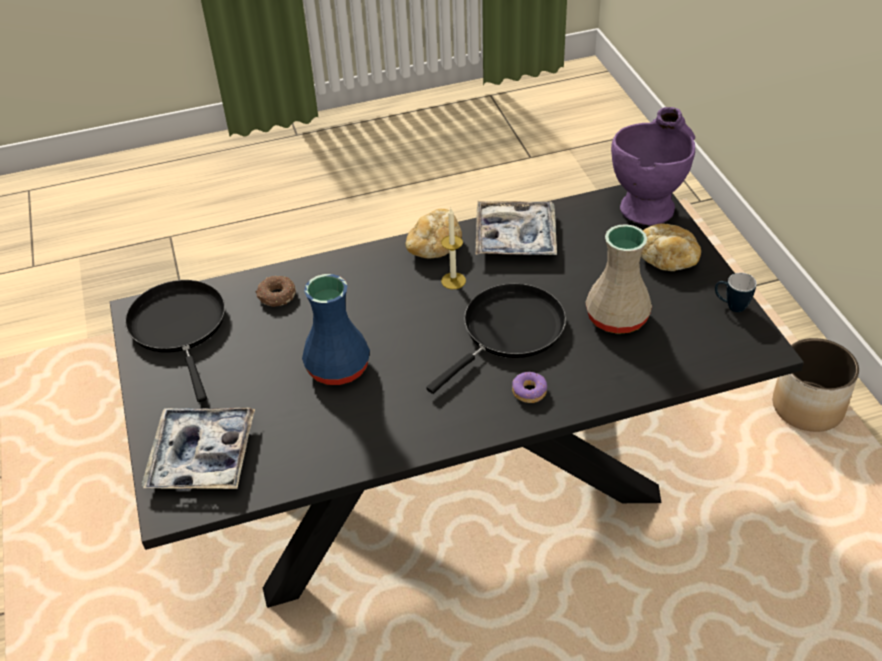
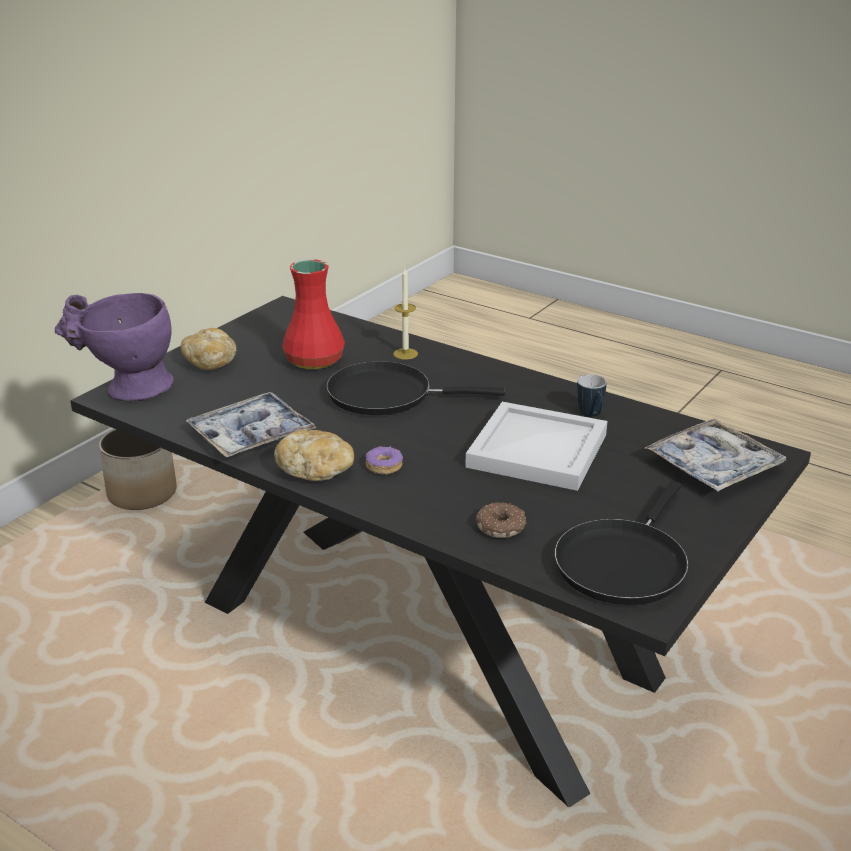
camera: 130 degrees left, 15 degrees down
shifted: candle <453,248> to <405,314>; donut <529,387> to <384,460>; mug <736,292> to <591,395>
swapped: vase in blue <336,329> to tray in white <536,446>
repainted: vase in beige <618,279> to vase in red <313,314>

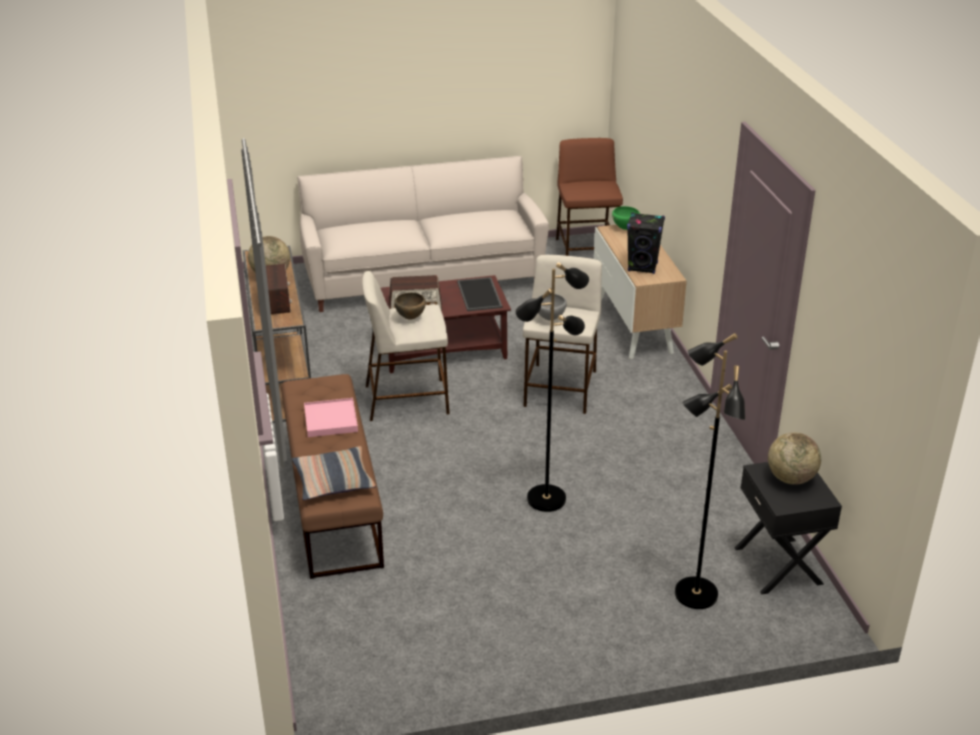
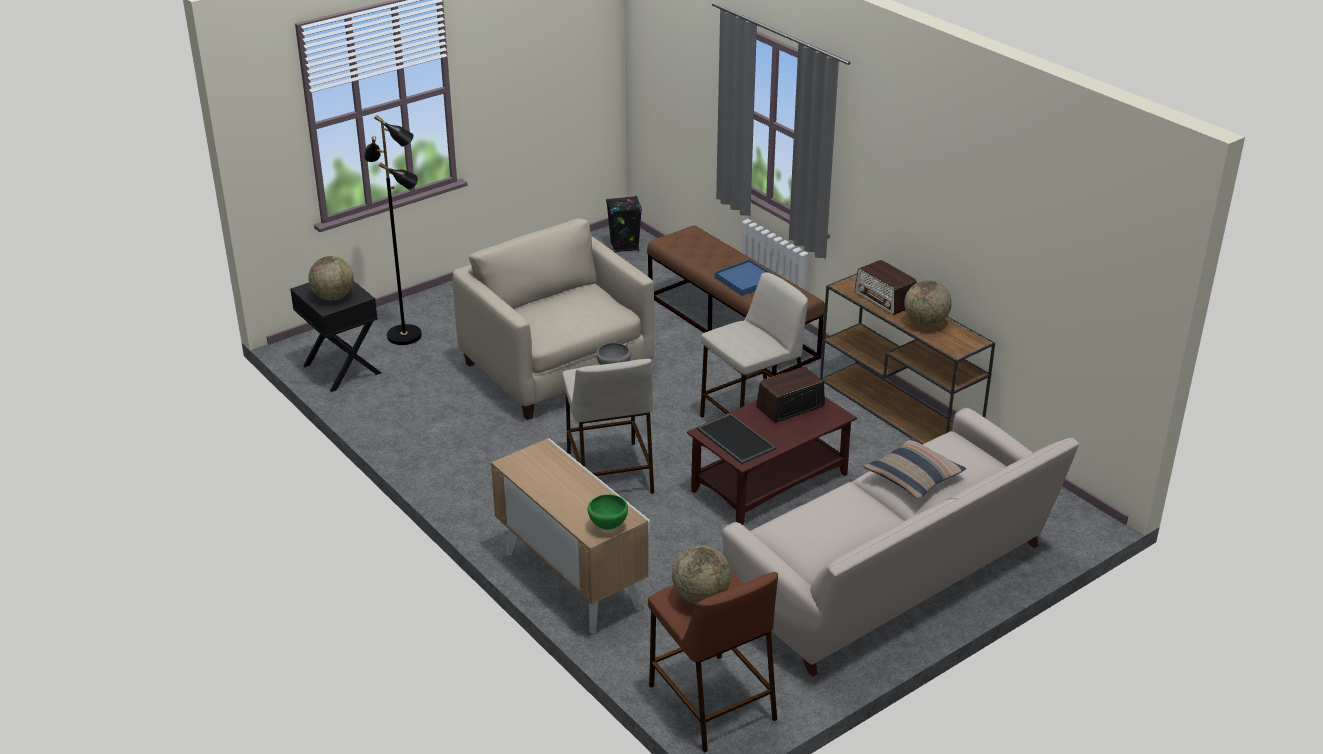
camera: 155 degrees right, 0 degrees up
gone: bowl in brown <410,306>
new: globe <701,575>
shifted: pillow <334,473> to <915,468>; speaker in black <646,243> to <624,224>
swapped: floor lamp in black <552,387> to armchair in beige <553,319>
repainted: tray in pink <331,417> to tray in blue <743,278>

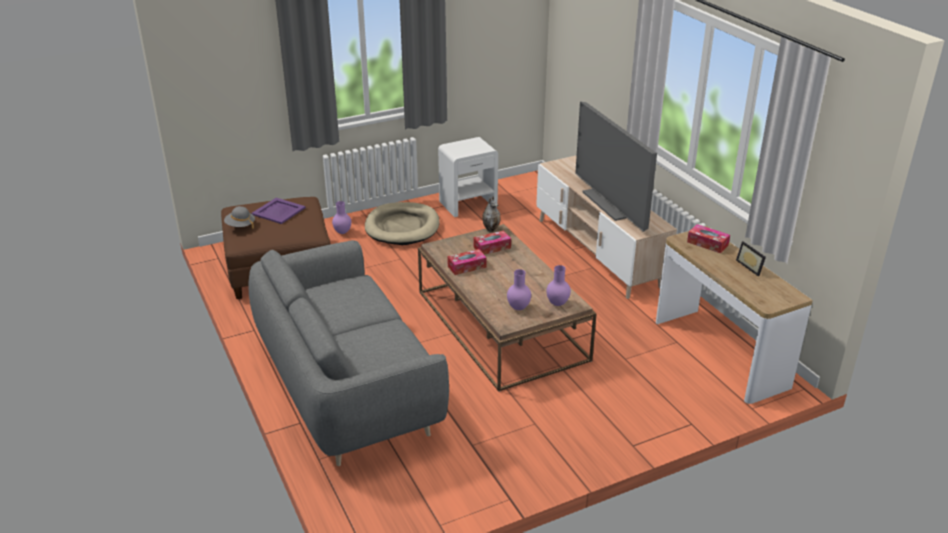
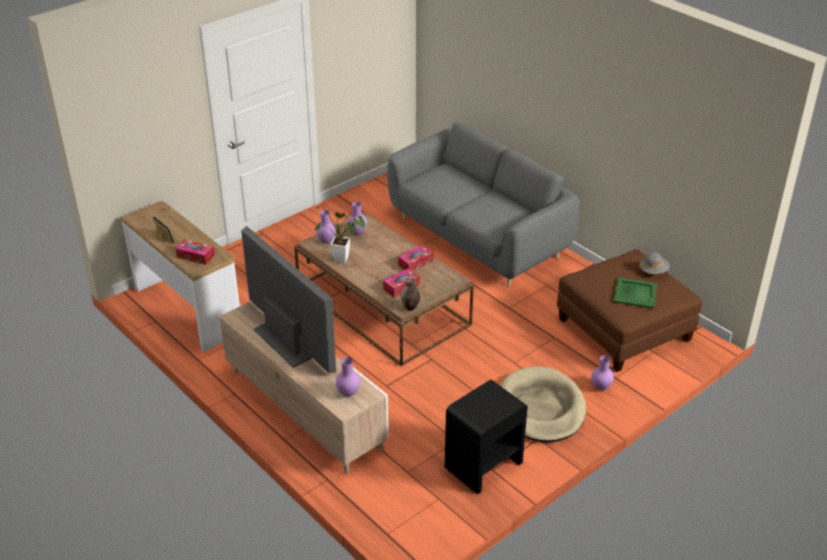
camera: 165 degrees right, 5 degrees up
new: potted plant <340,235>; vase in purple <348,377>
repainted: tray in purple <278,211> to tray in green <635,293>; nightstand in white <468,177> to nightstand in black <486,437>

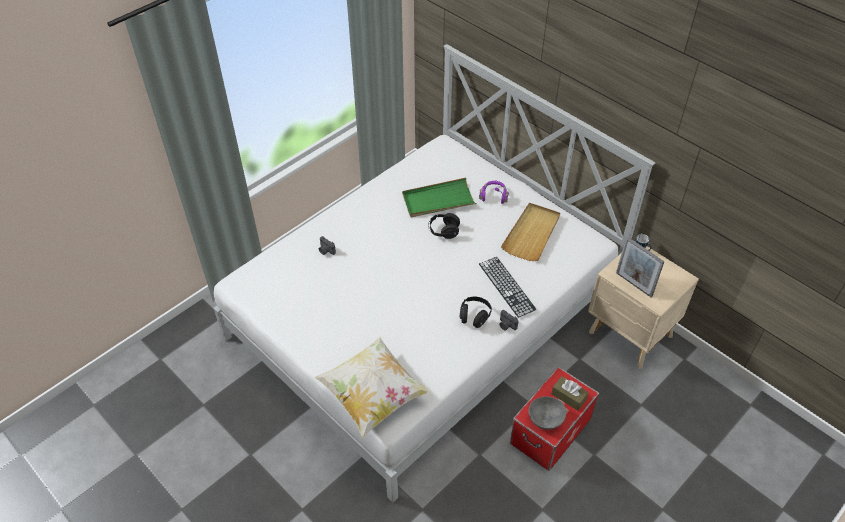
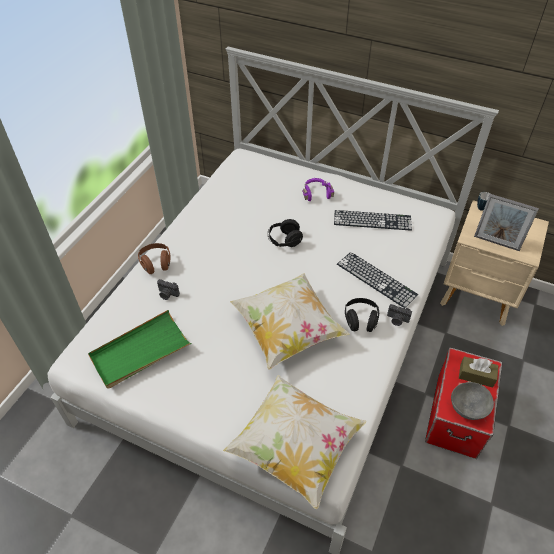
camera: 20 degrees left, 0 degrees up
new: headphones in brown <154,258>; pillow <290,321>
shifted: tray in green <439,197> to <139,349>
swapped: tray in beige <530,232> to keyboard <373,220>

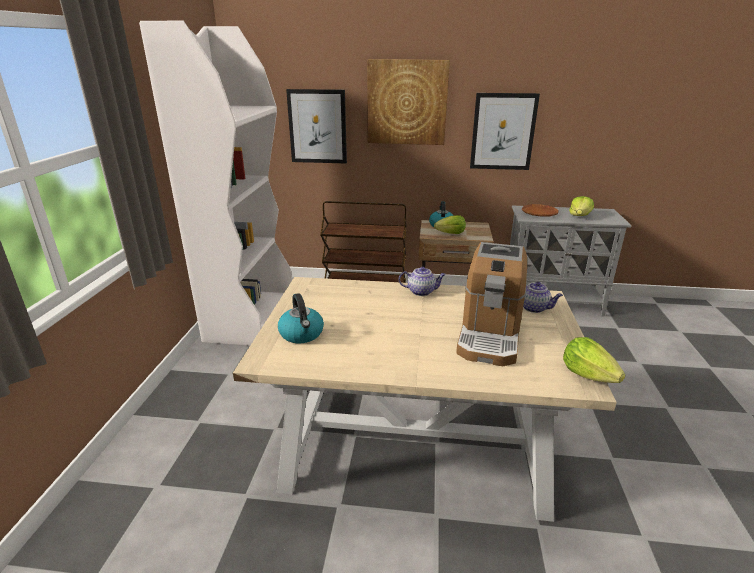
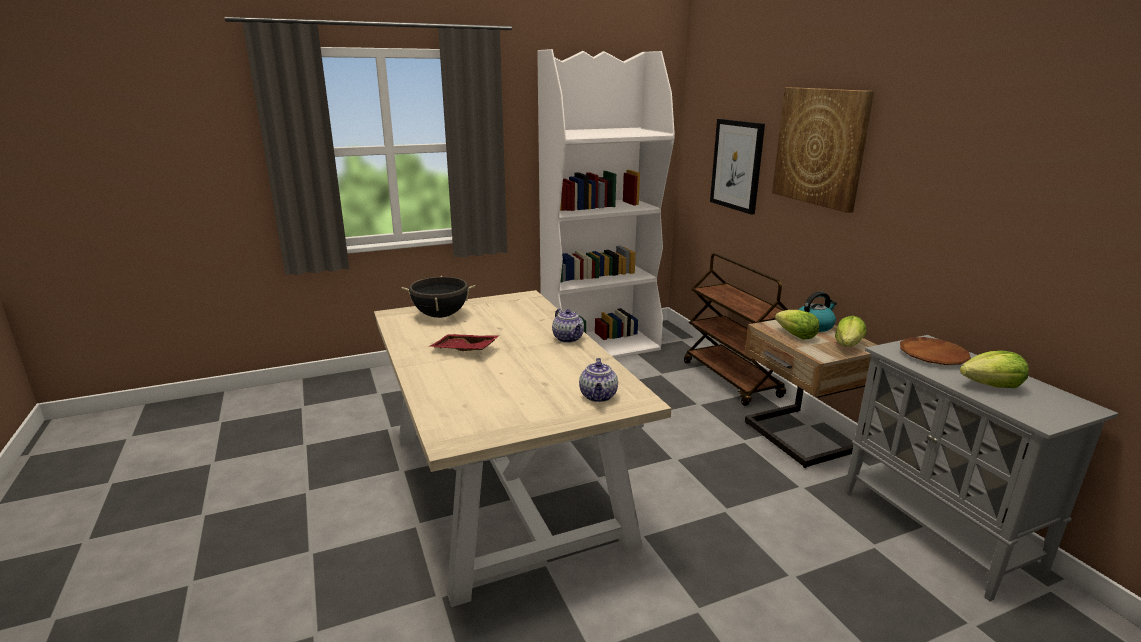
camera: 60 degrees right, 5 degrees down
gone: coffee machine <491,304>; picture <505,131>
new: tray in red <464,342>
shifted: lettuce <594,360> to <850,331>
swapped: kettle <301,318> to cooking pot in black <438,297>

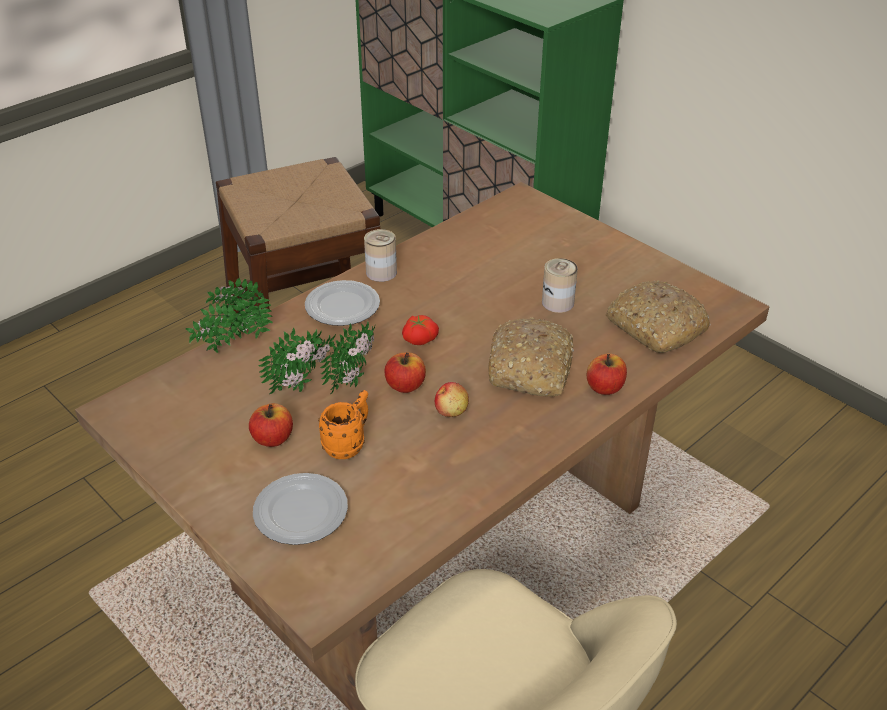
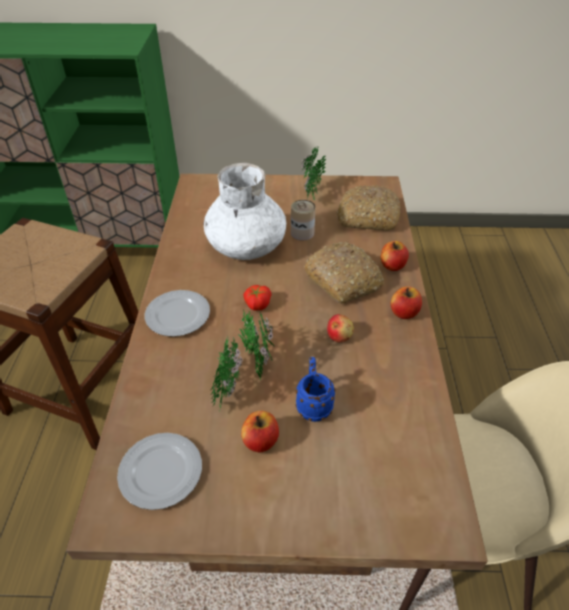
camera: 45 degrees left, 5 degrees up
gone: can <380,255>
new: vase in white <244,211>
shifted: potted plant <229,315> to <314,173>; plate <300,509> to <159,471>; apple <405,372> to <406,302>
repainted: mug in orange <343,424> to mug in blue <315,389>

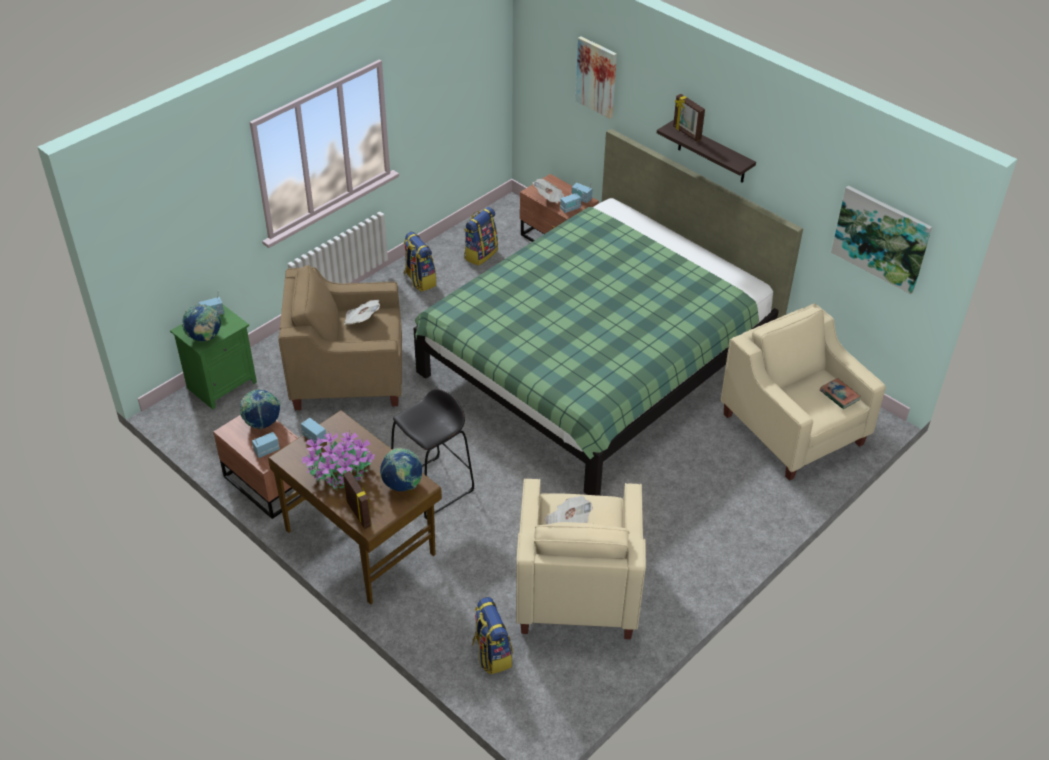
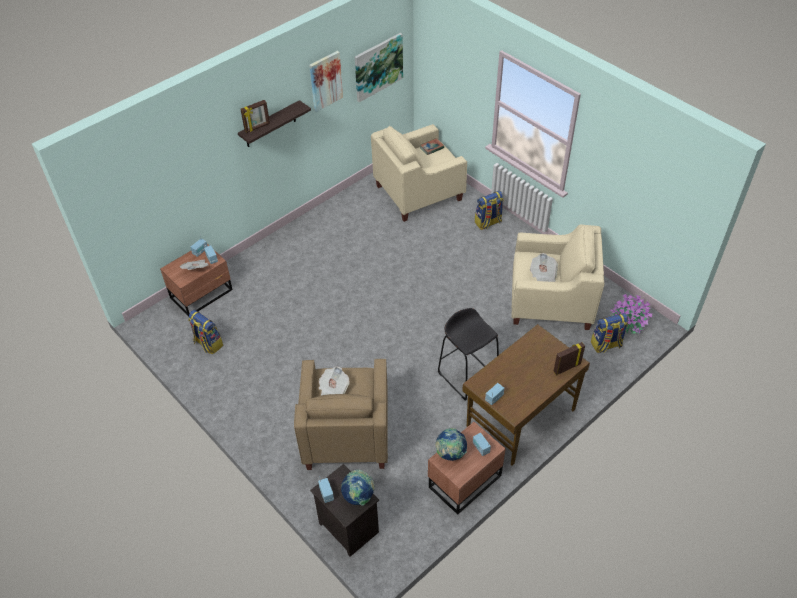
camera: 85 degrees left, 5 degrees up
gone: globe <401,469>; bed in green <608,312>
shifted: potted plant <338,461> to <631,314>; backpack <419,262> to <489,210>; picture <596,77> to <326,81>
repainted: nightstand in green <213,357> to nightstand in black <344,510>

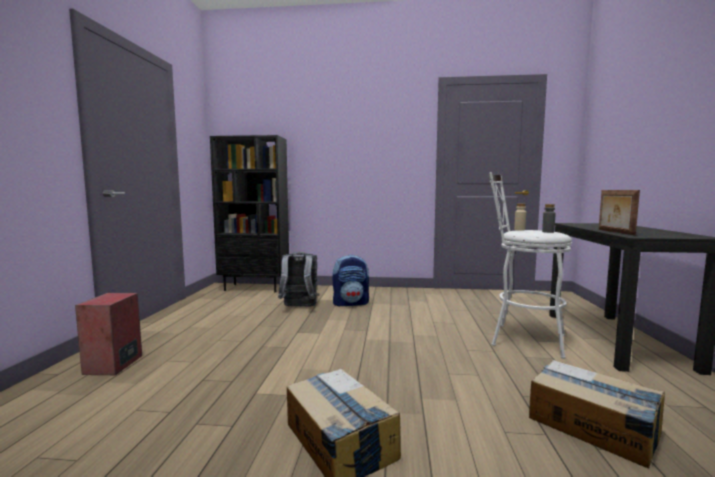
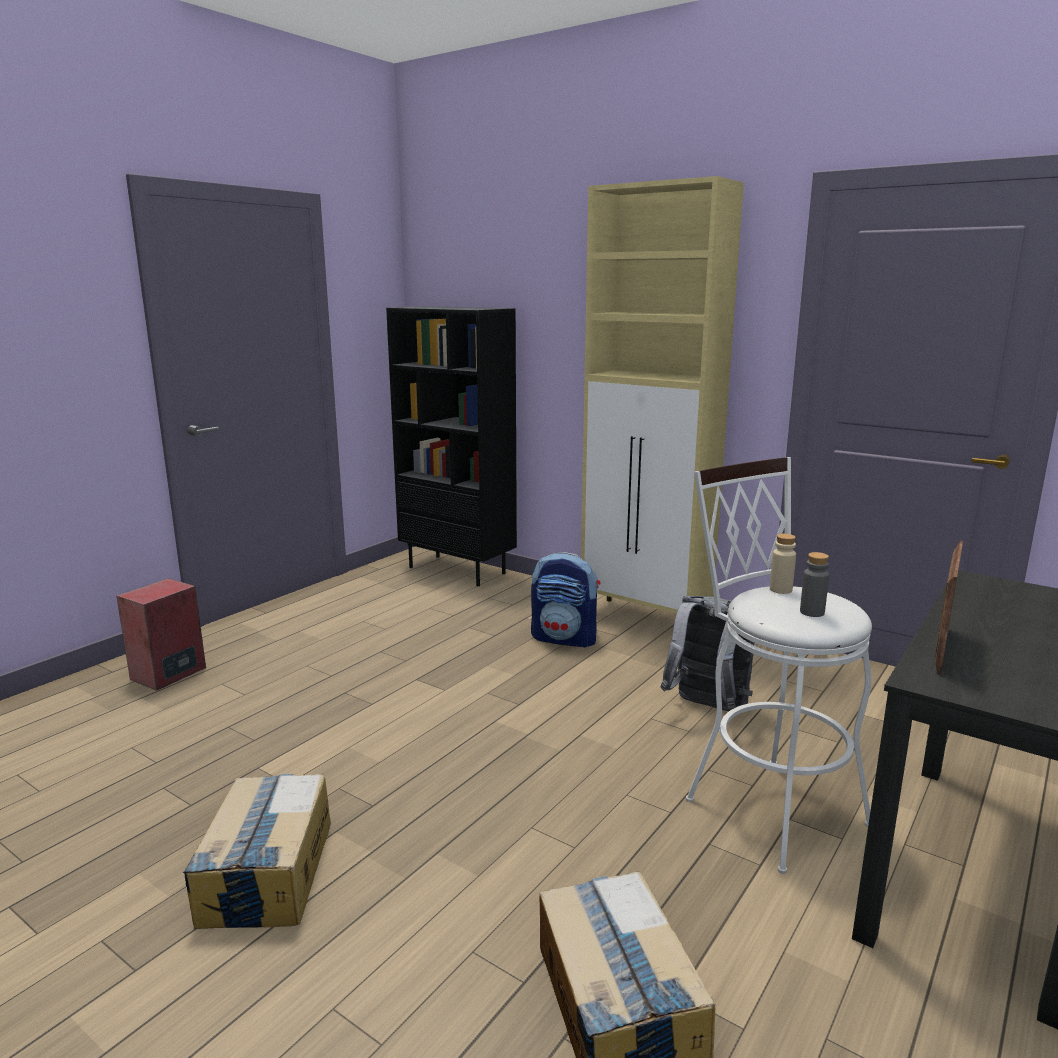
camera: 30 degrees right, 10 degrees up
new: cabinet in beige <662,395>
shifted: backpack in grey <298,279> to <708,653>

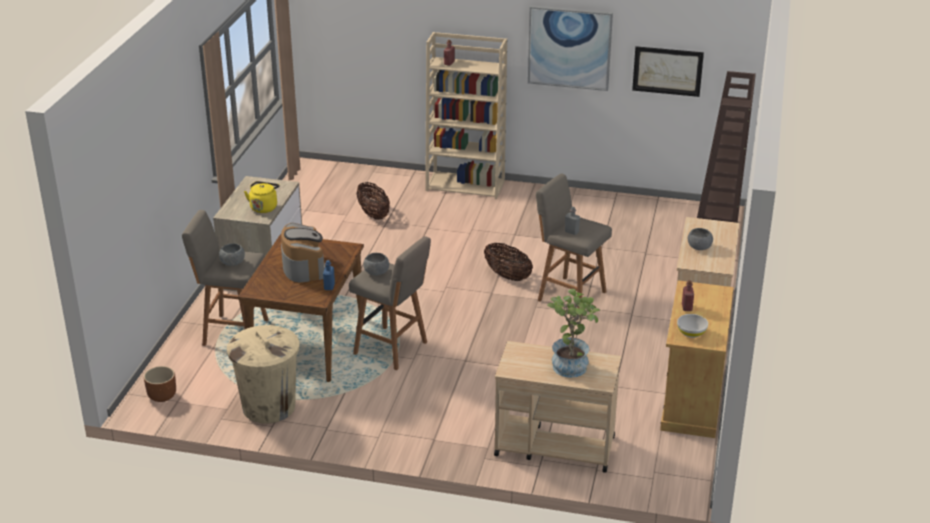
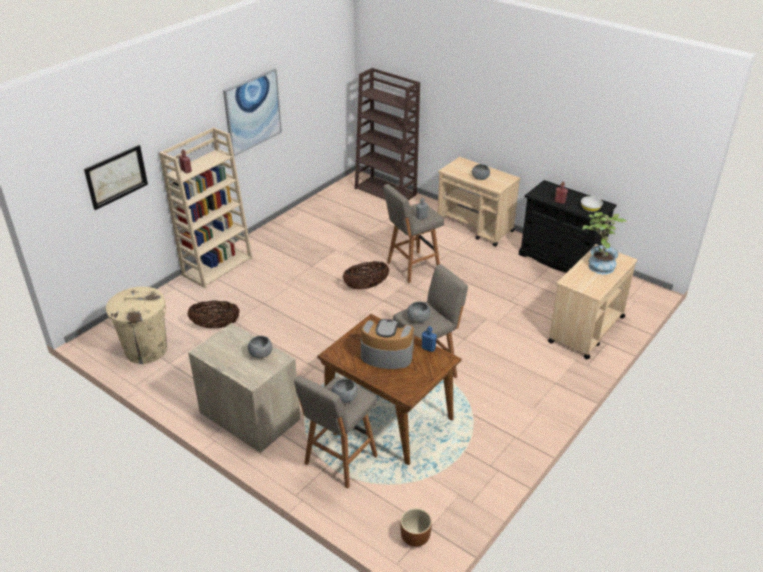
camera: 65 degrees left, 5 degrees up
shifted: trash can in beige <263,374> to <136,325>; picture <668,71> to <116,177>
swapped: kettle in yellow <262,197> to bowl in grey <260,347>
repainted: cabinet in beige <697,359> to cabinet in black <567,226>

